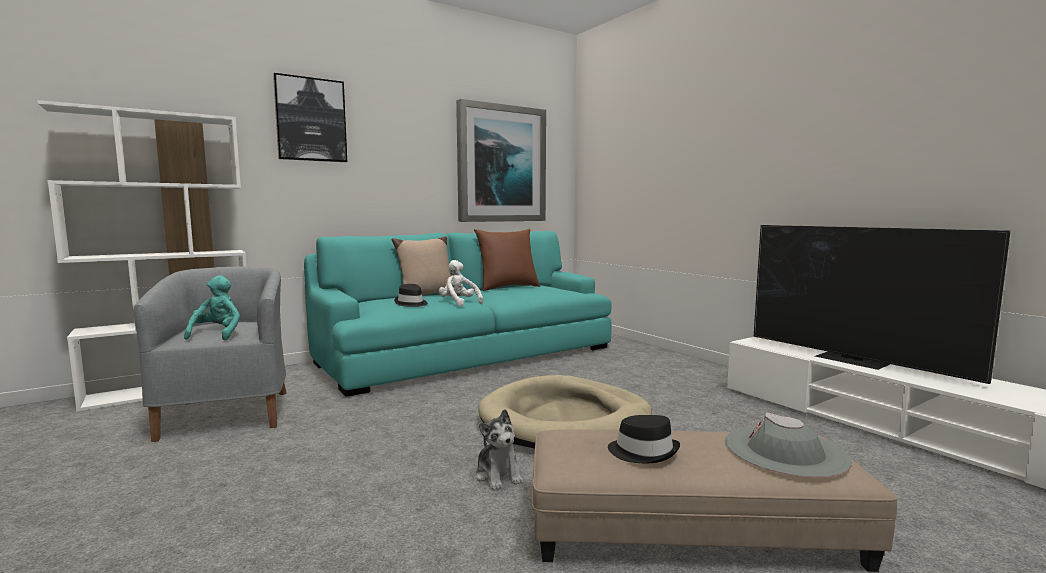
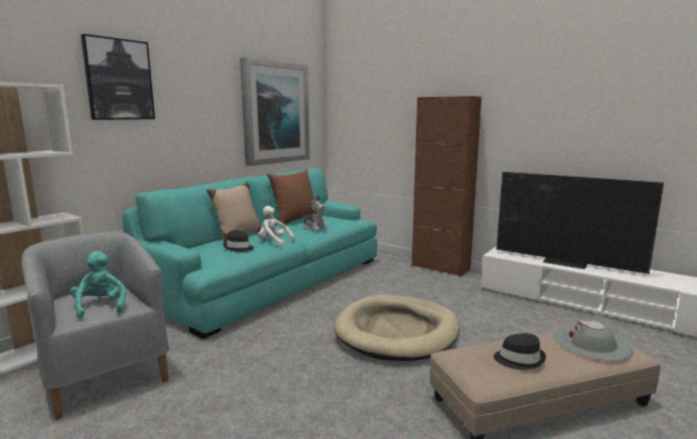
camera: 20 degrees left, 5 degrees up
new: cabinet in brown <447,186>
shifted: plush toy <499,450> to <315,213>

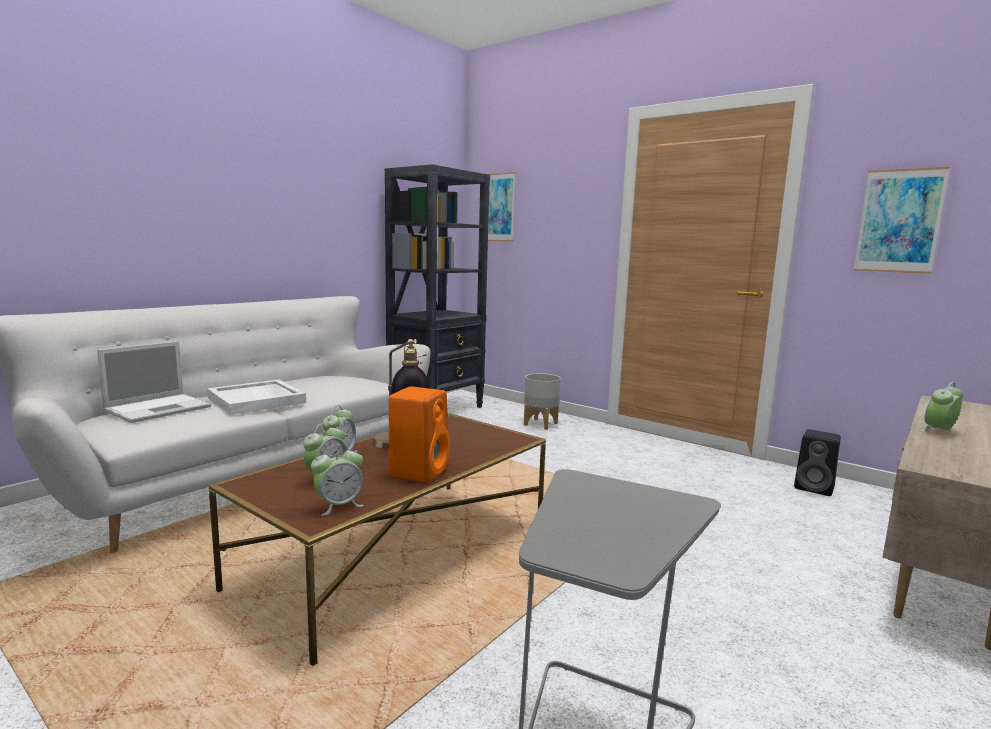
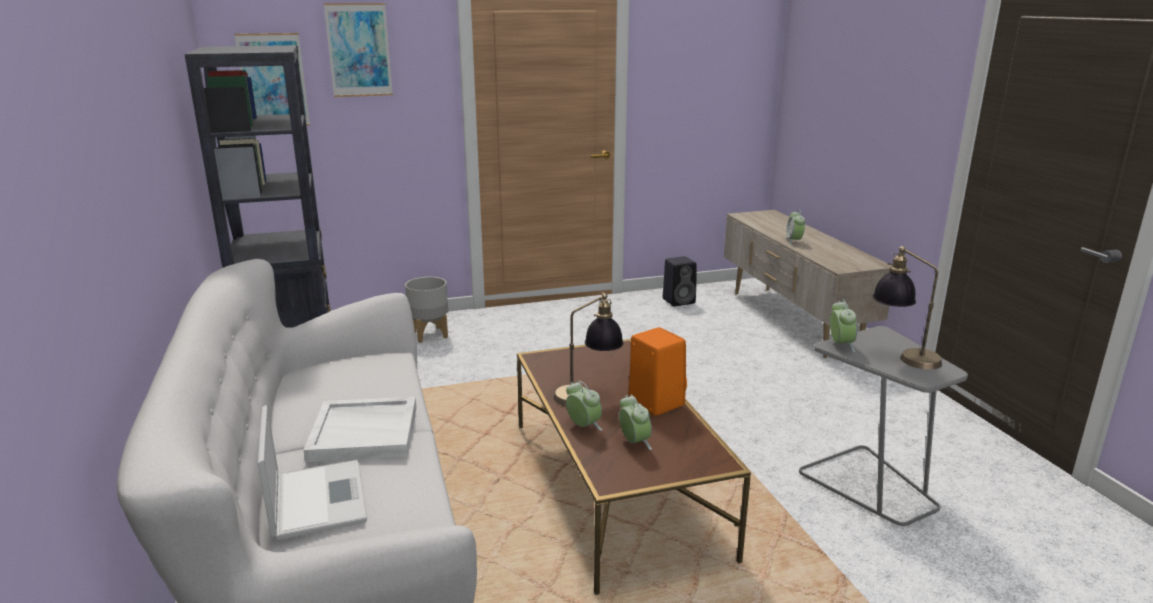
camera: 55 degrees left, 10 degrees up
new: table lamp <907,308>
shifted: alarm clock <337,480> to <843,325>; picture <901,220> to <358,50>

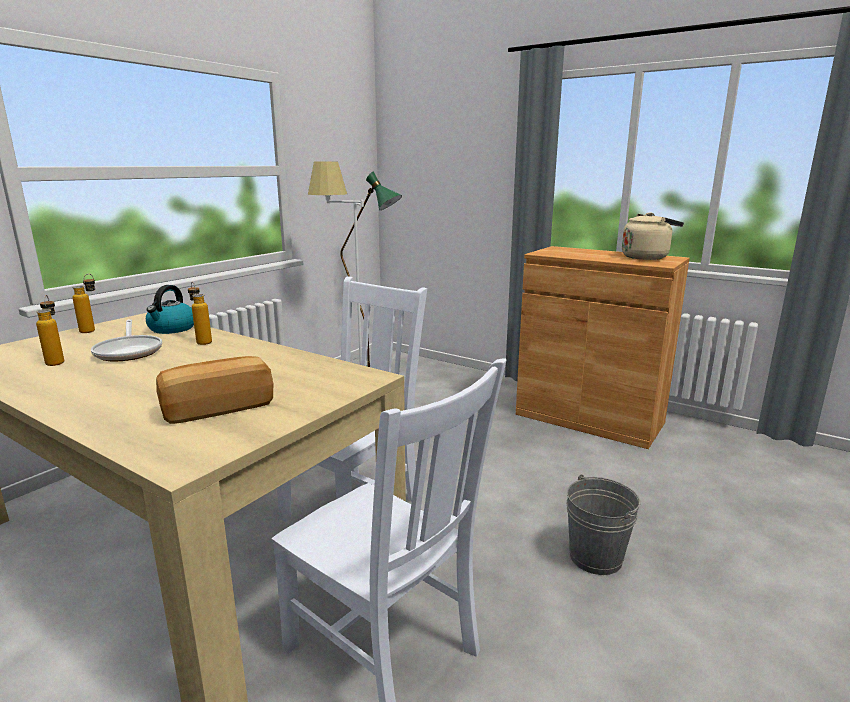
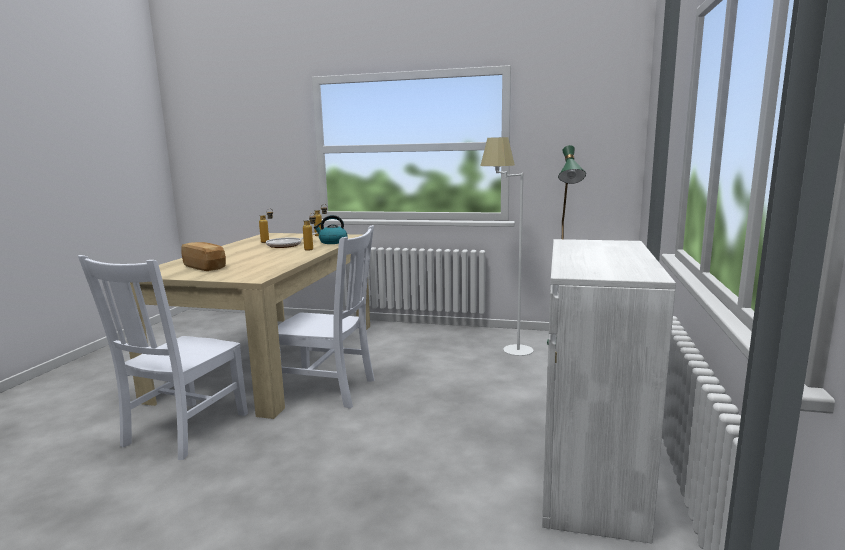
camera: 70 degrees right, 5 degrees down
gone: bucket in grey <604,524>; kettle in beige <653,236>
repainted: cabinet in brown <603,347> to cabinet in white <609,391>

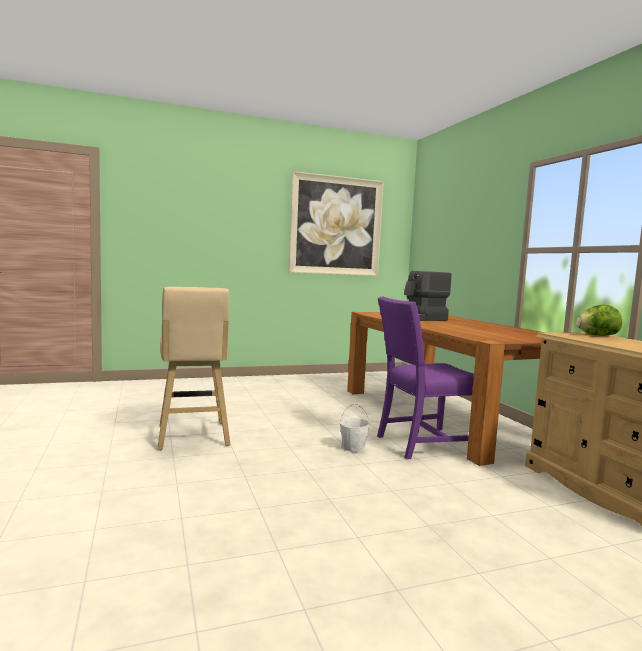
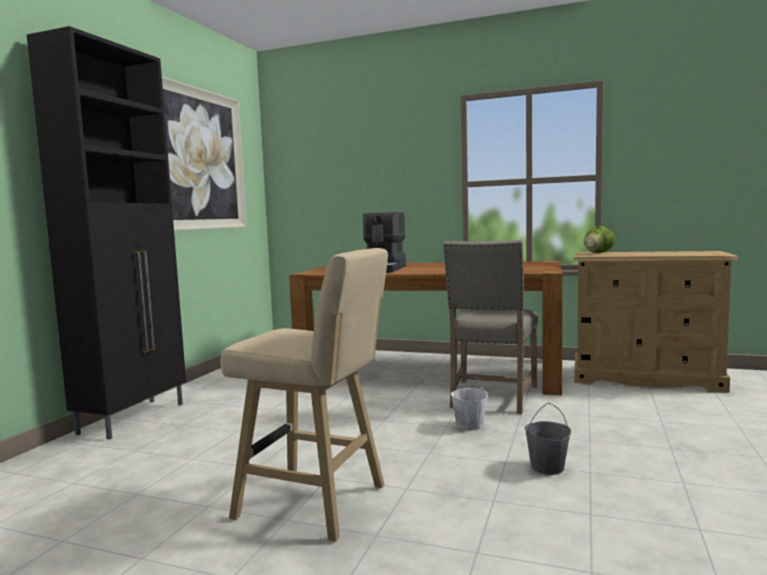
camera: 50 degrees left, 0 degrees up
new: cabinet in black <106,233>; bucket in grey <547,439>
repainted: chair in purple <425,378> to chair in beige <490,327>

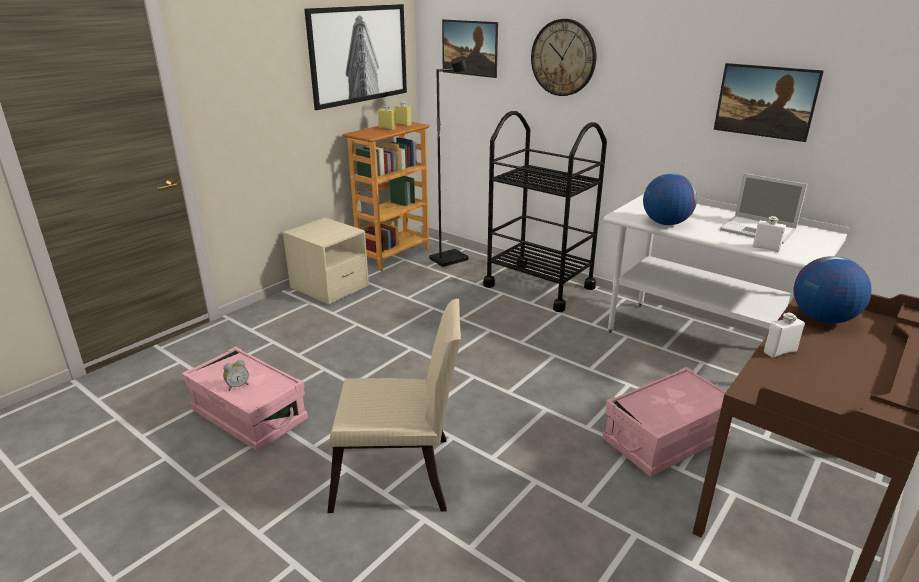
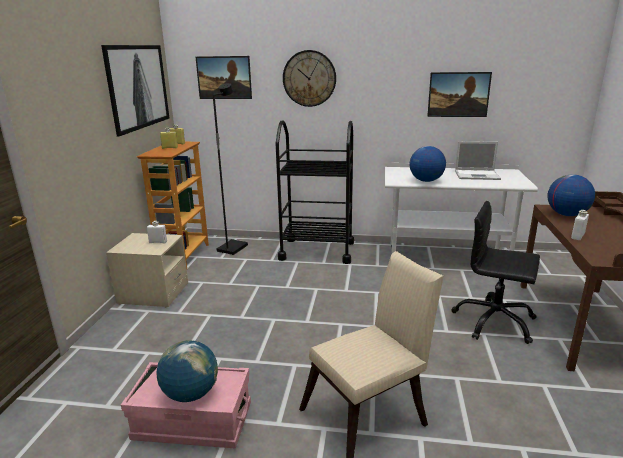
camera: 30 degrees left, 5 degrees down
shifted: bottle in white <769,234> to <157,232>
swapped: alarm clock <236,375> to globe <187,371>; storage box in pink <666,422> to office chair in black <496,272>

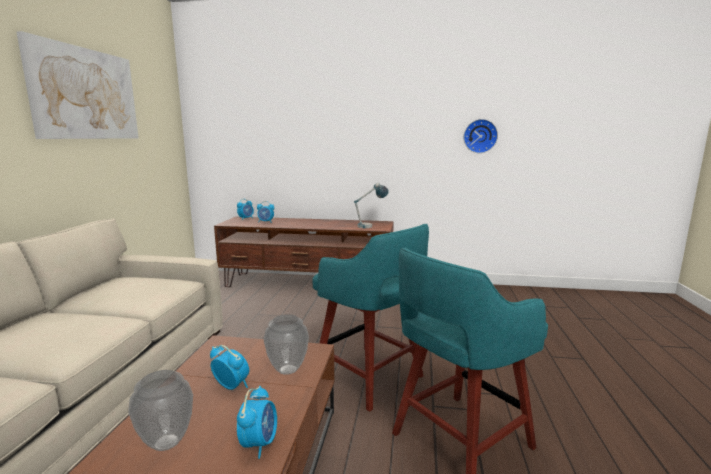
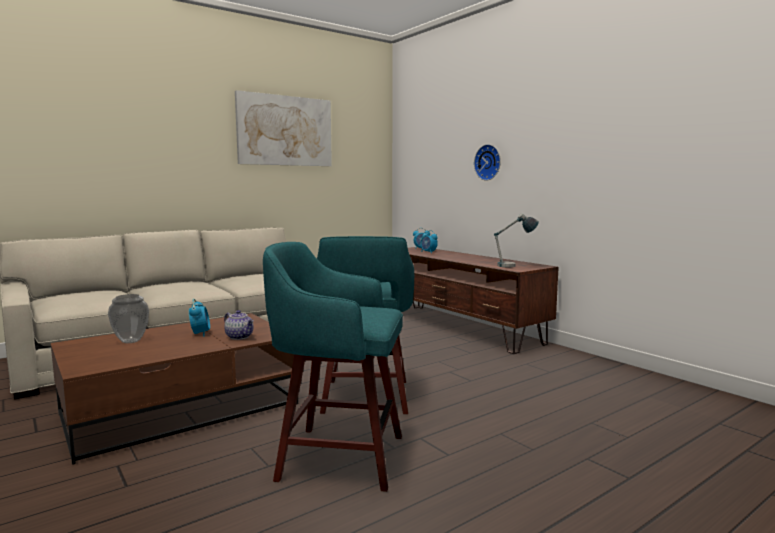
camera: 45 degrees right, 5 degrees down
gone: alarm clock <257,422>
shifted: wall clock <481,136> to <487,162>
swapped: vase <286,344> to teapot <239,325>

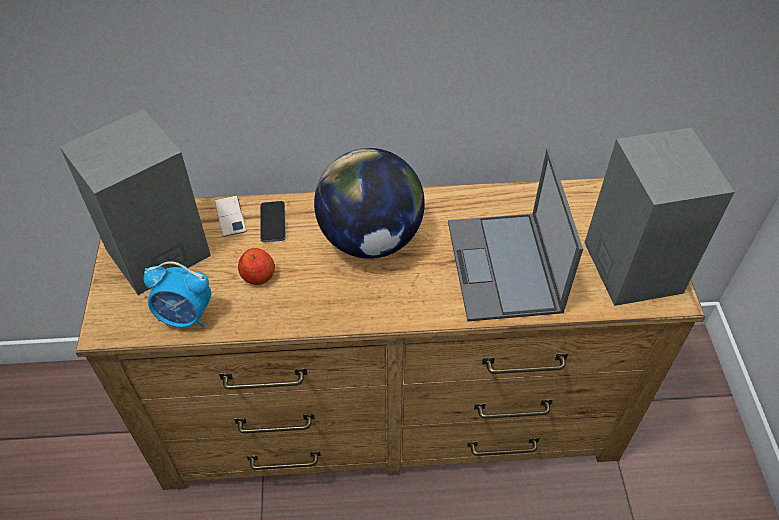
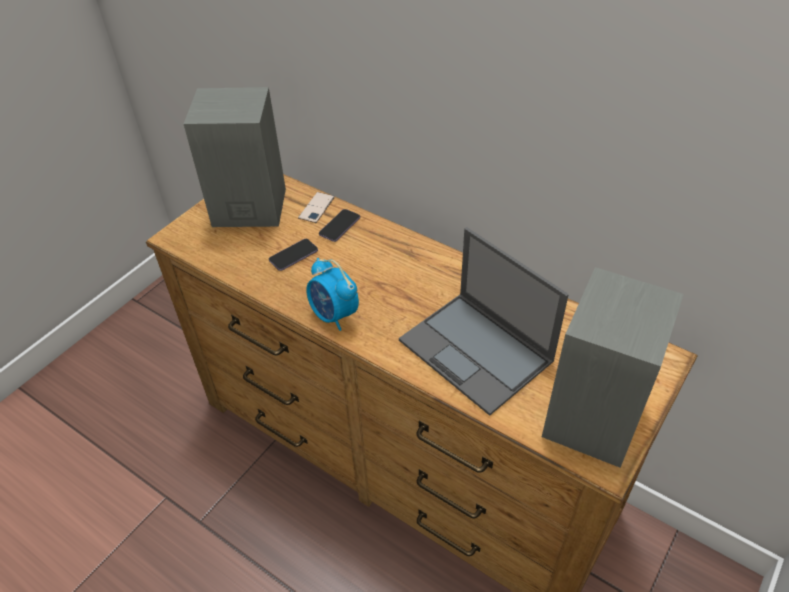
camera: 40 degrees right, 5 degrees down
gone: globe <369,203>
shifted: alarm clock <177,294> to <332,294>
swapped: apple <256,266> to phone <293,255>
rotated: laptop <515,235> = <484,321> 75 degrees counterclockwise

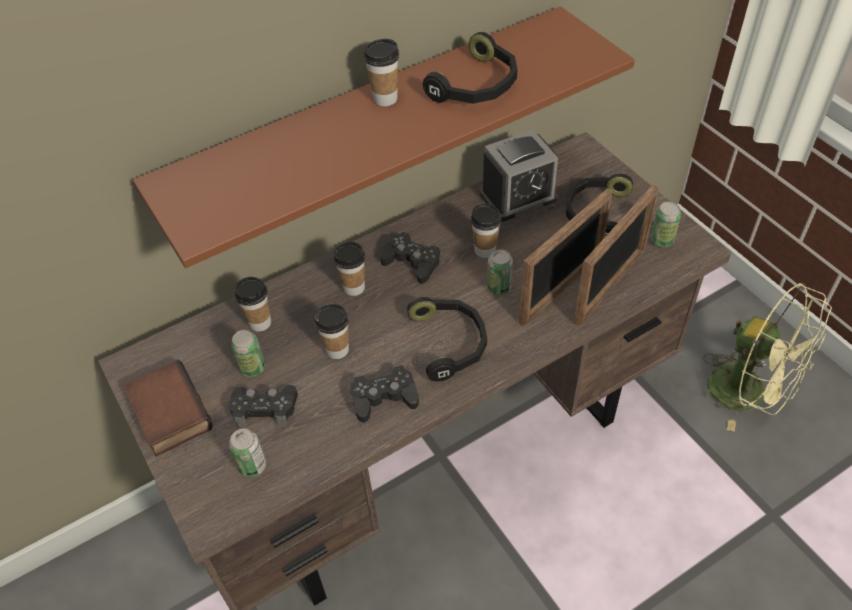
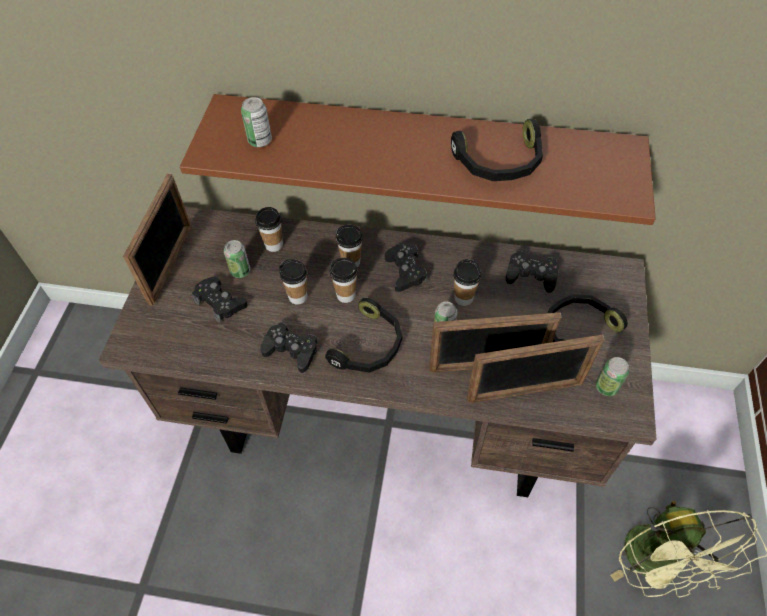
camera: 40 degrees right, 5 degrees up
shifted: can <247,453> to <256,122>; cup <381,72> to <344,280>
swapped: book <168,408> to picture frame <157,239>; alarm clock <519,175> to game controller in black <532,271>

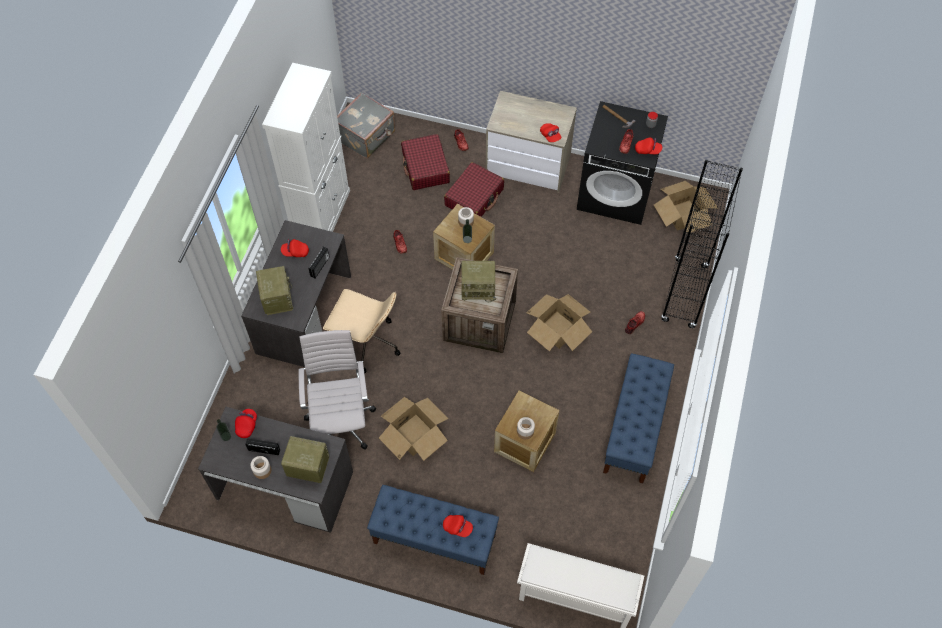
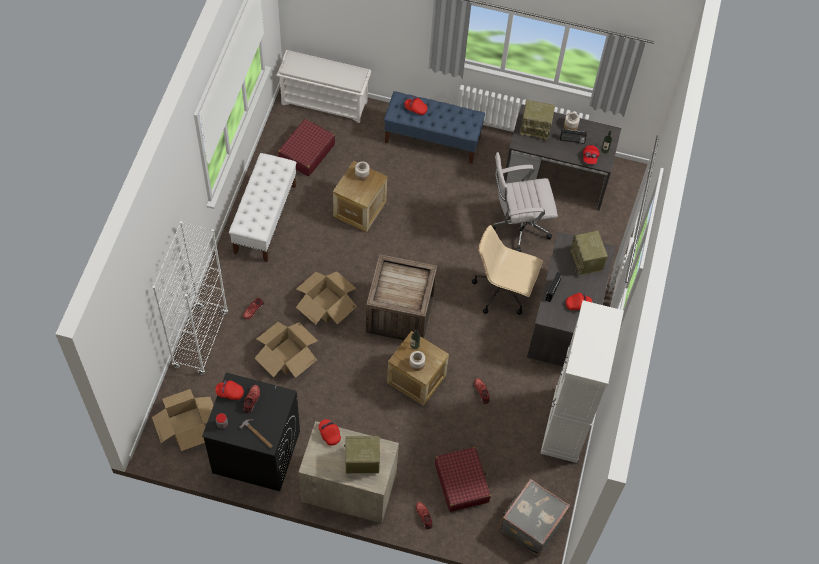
camera: 175 degrees right, 0 degrees up
shifted: cardboard box <414,429> to <286,350>; suitcase in red <474,189> to <306,147>; radio <478,281> to <362,454>
repainted: bench in blue <638,418> to bench in white <262,207>; bookcase in black <702,244> to bookcase in white <190,298>
rotated: office chair in white <337,390> = <525,202> 90 degrees clockwise

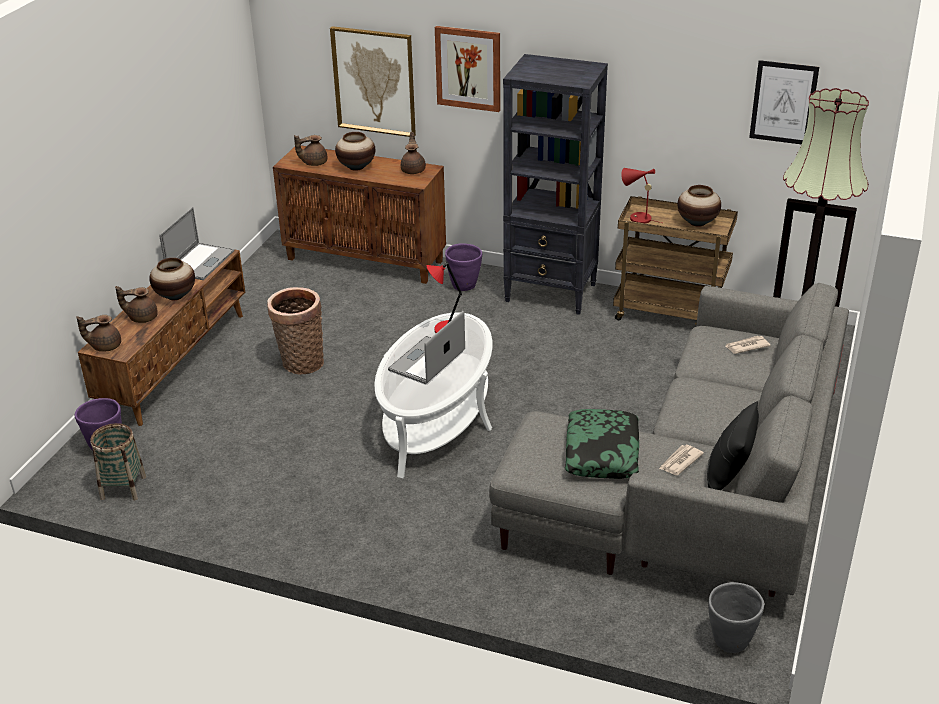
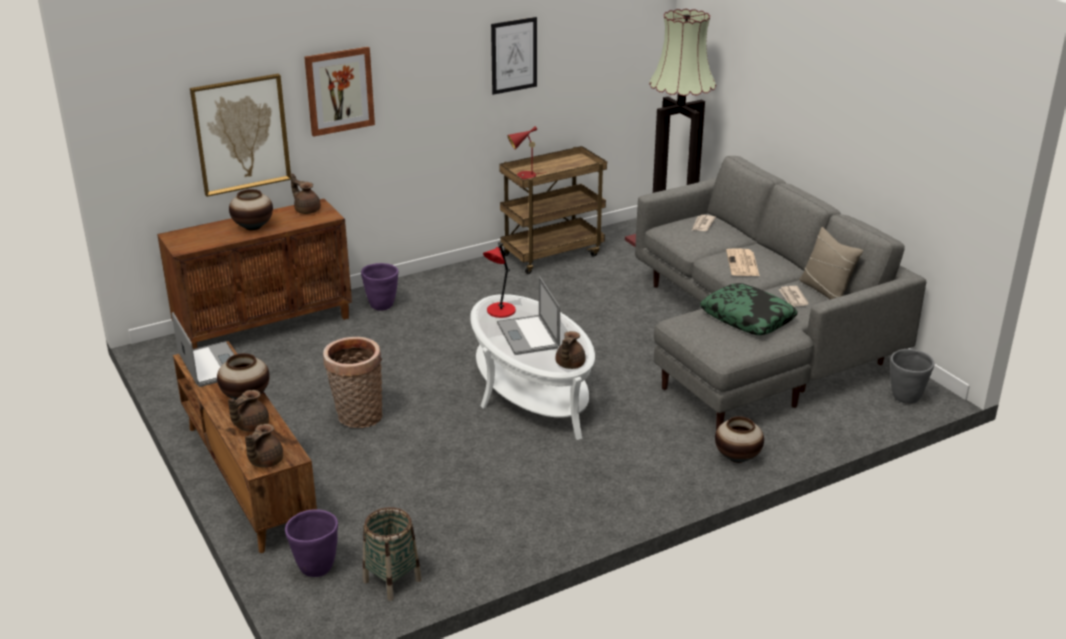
camera: 50 degrees left, 5 degrees down
gone: bookcase in black <555,184>
new: newspaper <743,262>
shifted: teapot in brown <310,150> to <571,350>; vase <699,206> to <739,439>; picture <784,102> to <514,56>
repainted: pillow in black <733,445> to pillow in beige <831,263>

